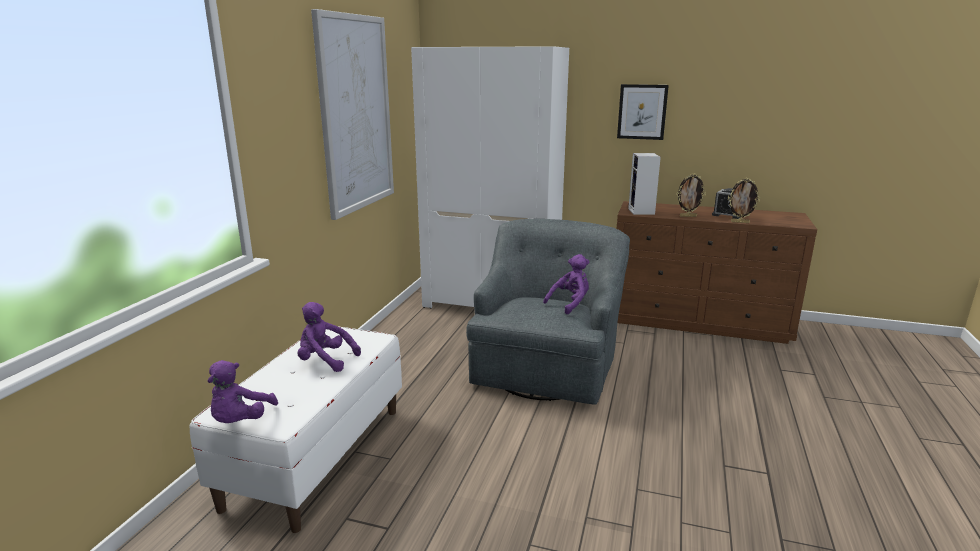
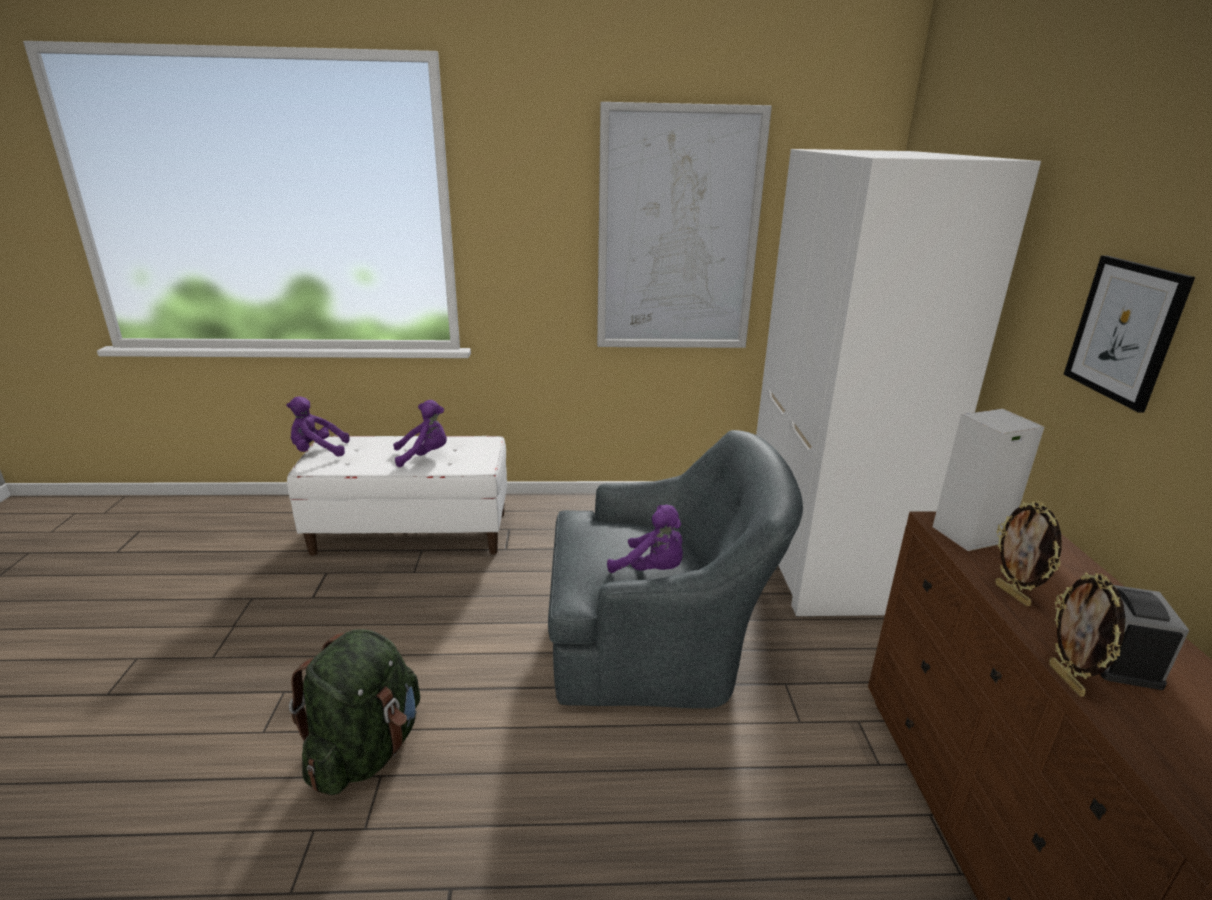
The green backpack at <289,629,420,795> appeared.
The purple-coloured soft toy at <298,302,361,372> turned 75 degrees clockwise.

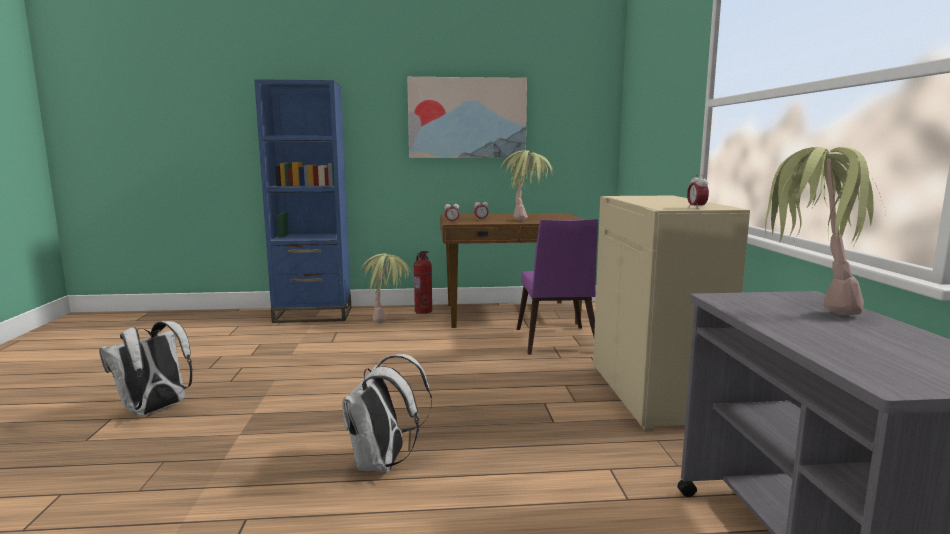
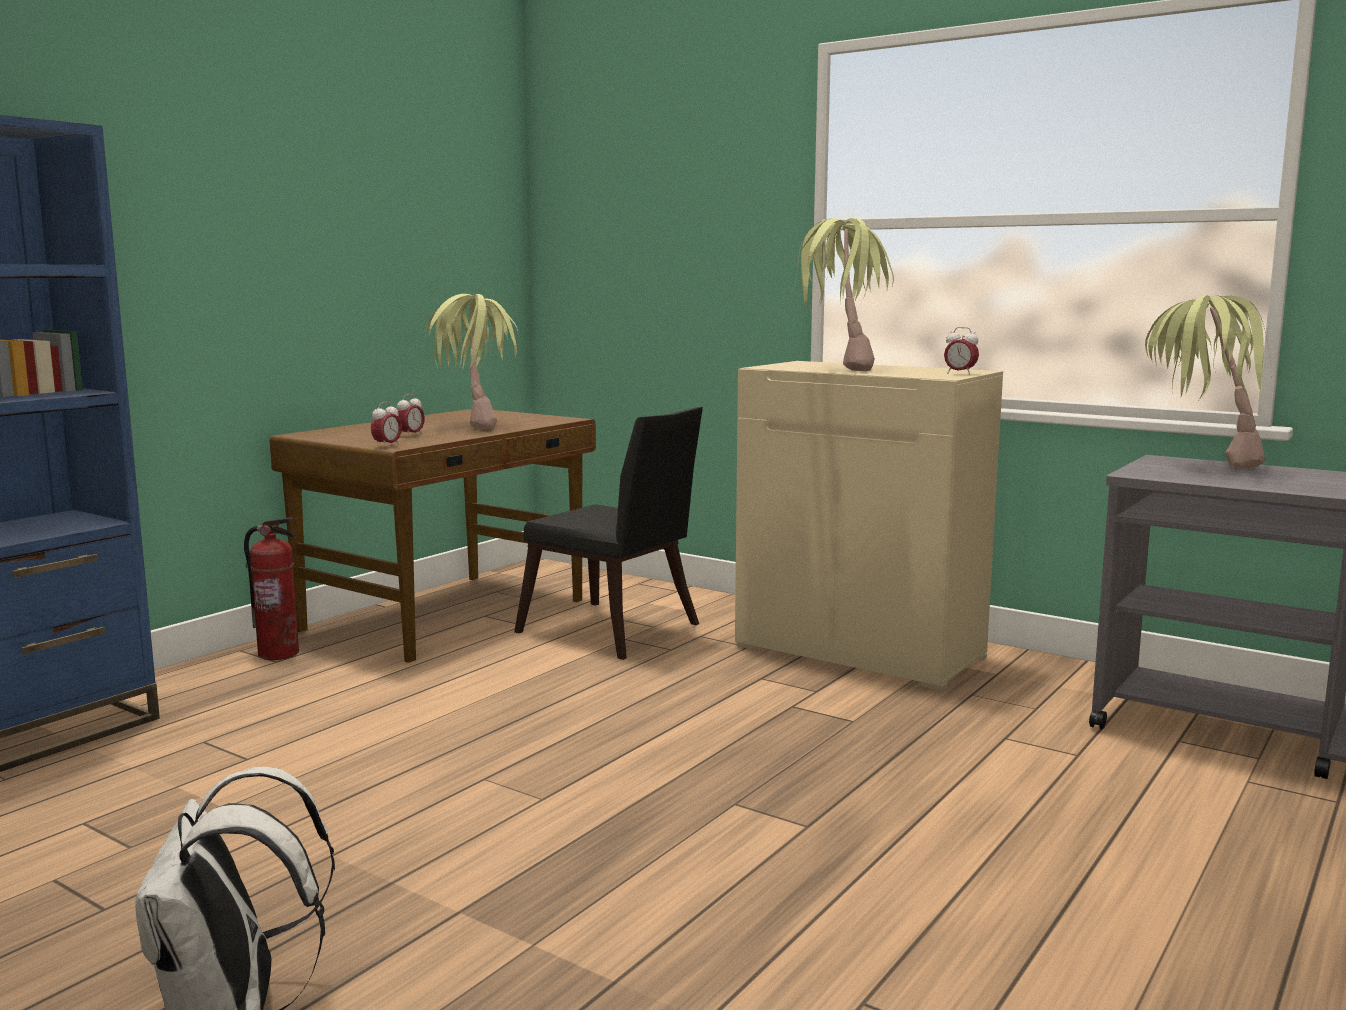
The purple-coloured chair at <517,219,598,355> became the black chair at <514,407,703,660>.
The potted plant moved from <360,253,411,324> to <795,218,894,371>.
The whitish backpack at <342,354,432,473> disappeared.
The wall picture at <407,77,527,158> disappeared.

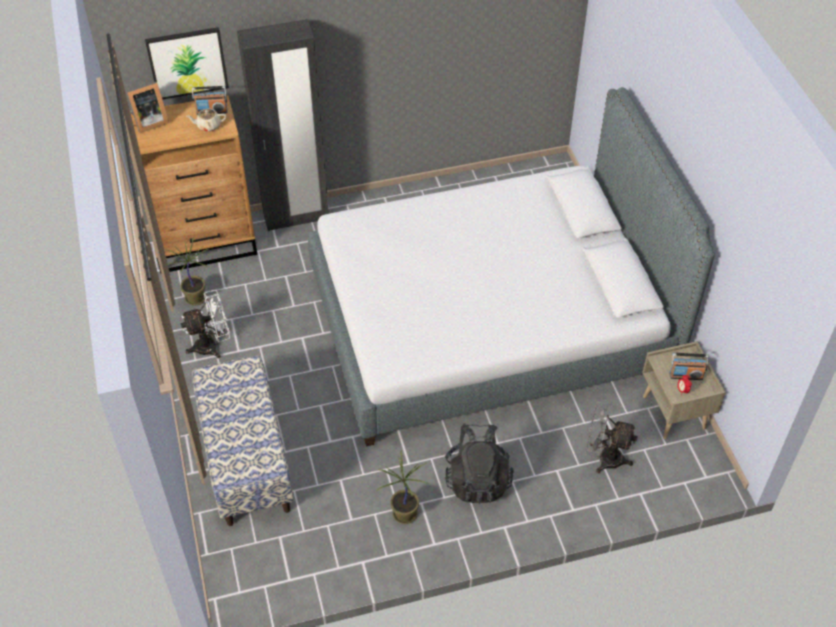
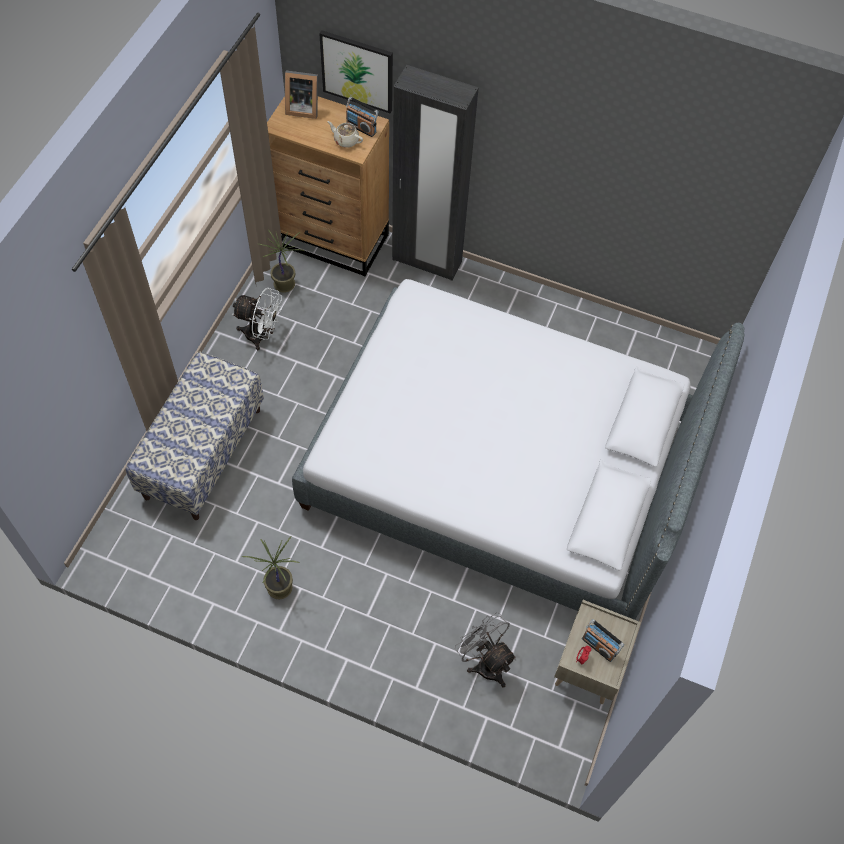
The black backpack at <445,423,514,504> disappeared.

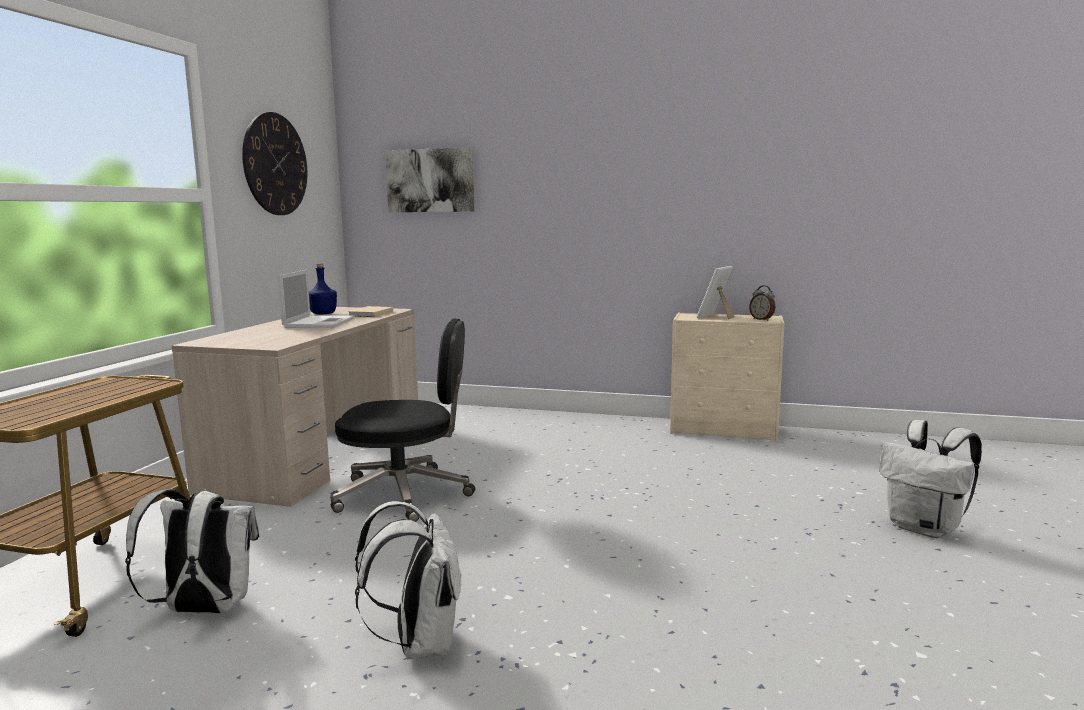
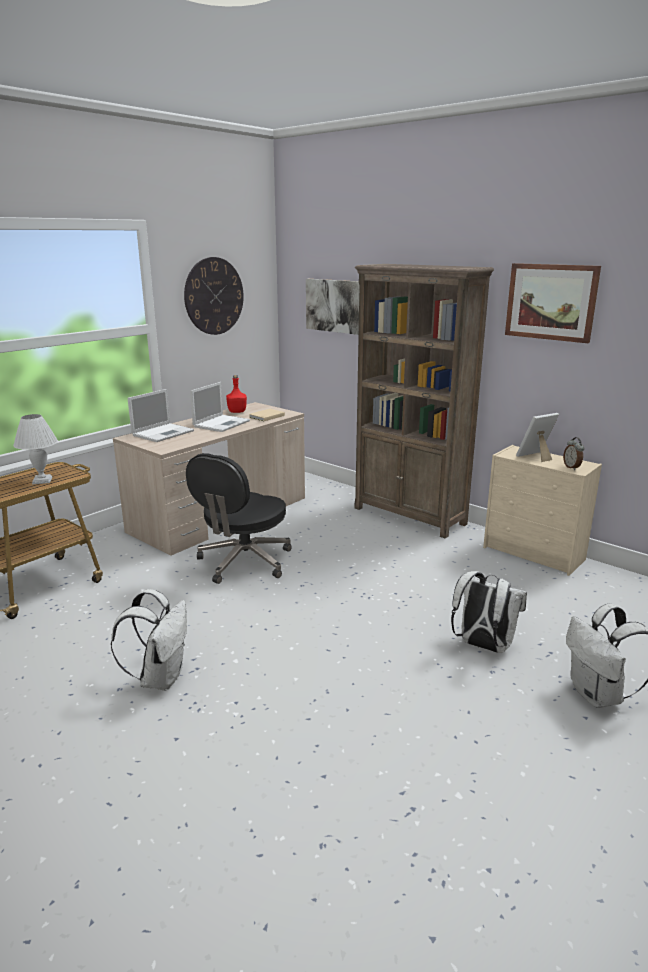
The whitish lamp for a table at <13,414,58,484> appeared.
The notebook computer at <128,389,194,442> appeared.
The black office chair at <330,318,475,522> turned 90 degrees clockwise.
The blue bottle at <309,264,337,315> became the reddish bottle at <226,375,247,413>.
The brown shelving unit at <355,264,494,538> appeared.
The whitish backpack moved from <125,489,259,614> to <451,571,527,653>.
The wall picture at <505,263,601,343> appeared.

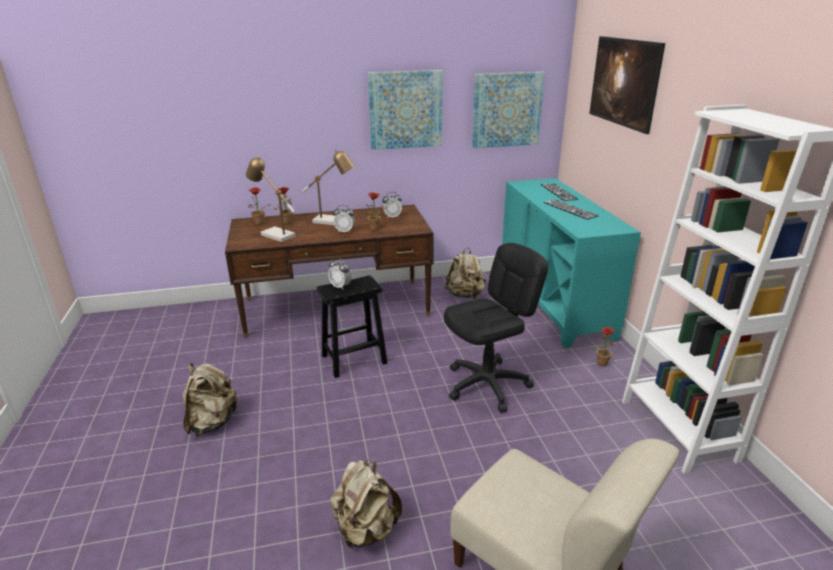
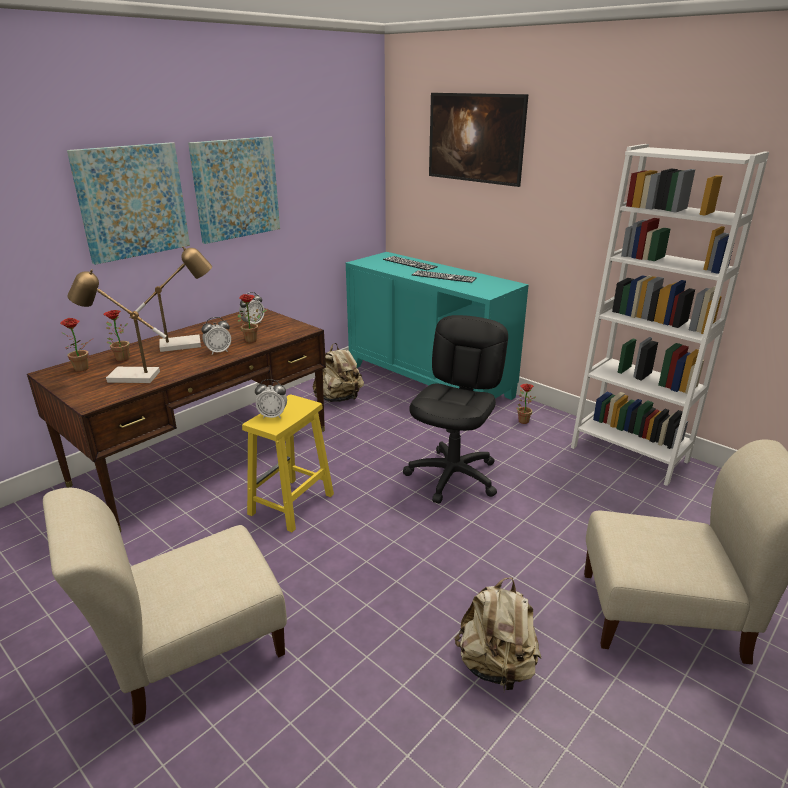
The beige backpack at <183,363,239,436> was replaced by the beige chair at <43,488,287,725>.
The wall picture moved from <472,72,545,148> to <67,142,190,265>.
The black sitting stool at <317,275,387,378> became the yellow sitting stool at <242,394,334,532>.

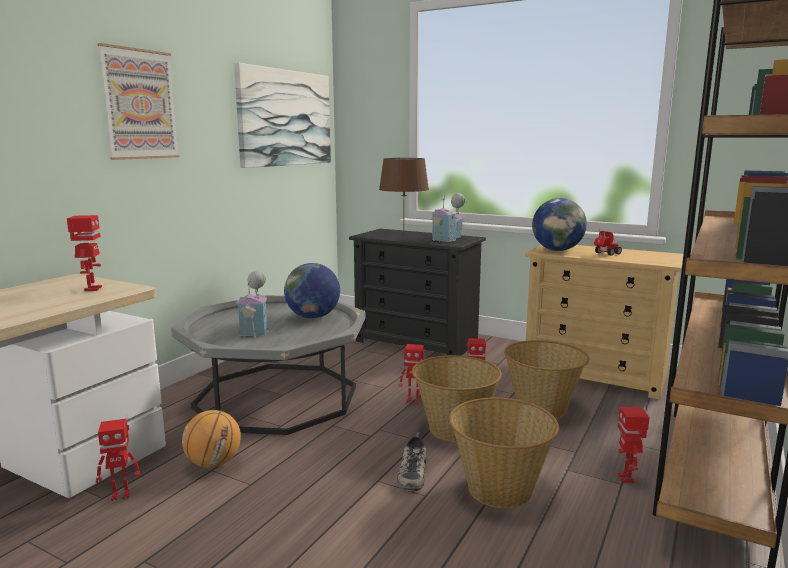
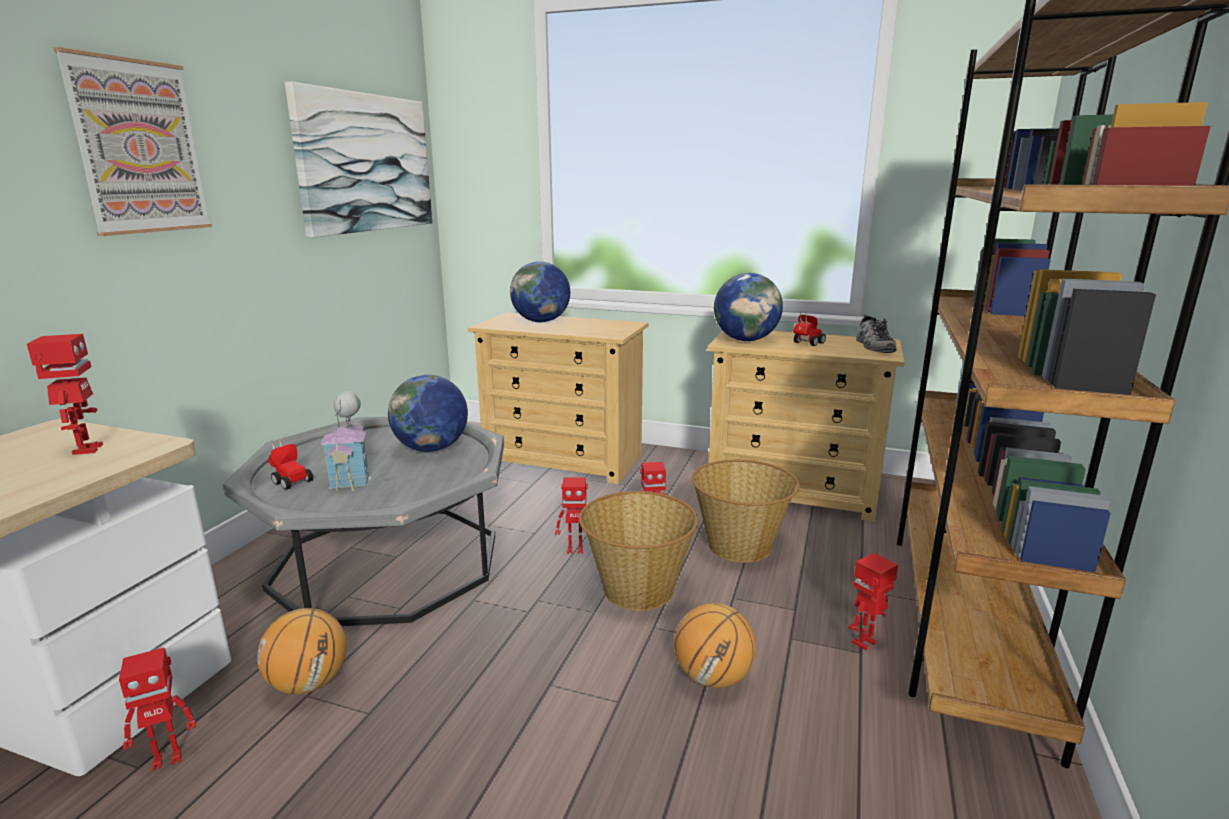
The toy car at <268,438,313,490> appeared.
The black dresser at <349,229,486,356> became the beige dresser at <468,313,649,484>.
The brown lamp for a table at <379,158,429,235> was replaced by the world globe at <510,261,570,322>.
The storage basket at <449,398,559,508> was replaced by the ball for basketball at <674,603,756,688>.
The model robot at <617,407,650,483> turned 60 degrees clockwise.
The shoe moved from <397,432,426,492> to <856,314,897,353>.
The miniature house at <431,193,466,242> disappeared.

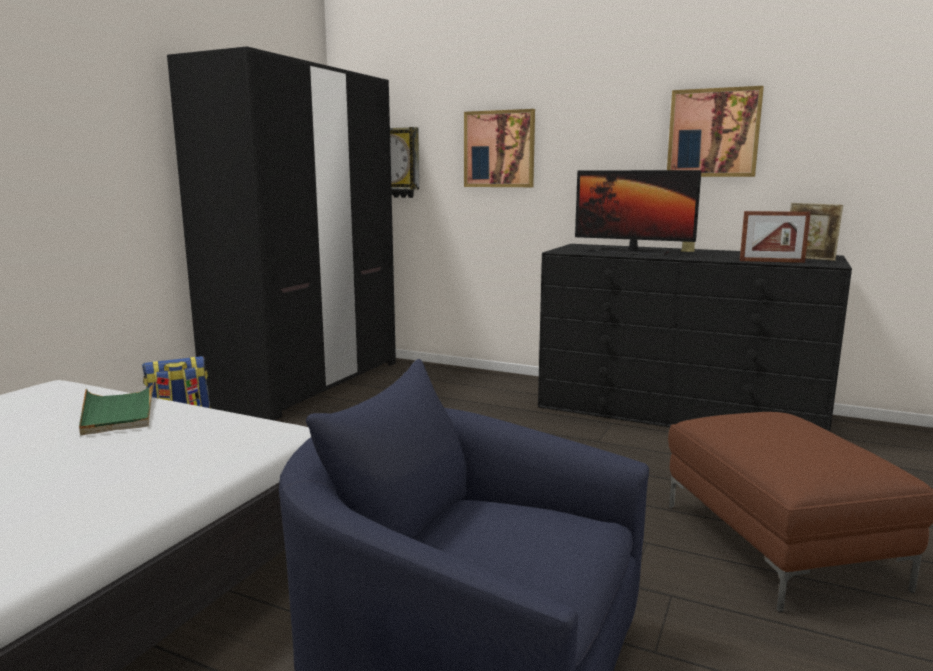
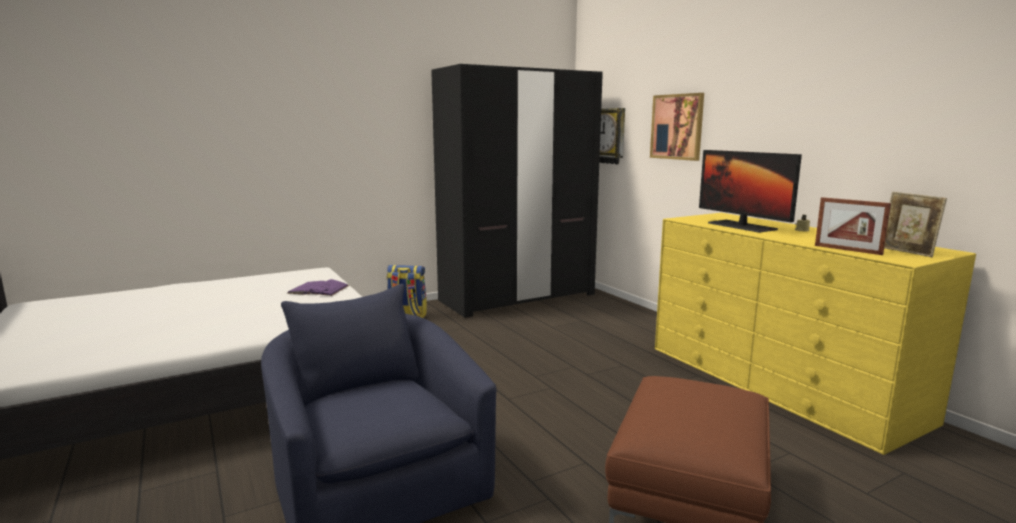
The green carrying tray at <79,381,154,435> was replaced by the purple-coloured book at <287,279,349,296>.
The black dresser at <538,244,852,432> became the yellow dresser at <655,213,976,455>.
The wall picture at <667,86,764,177> disappeared.

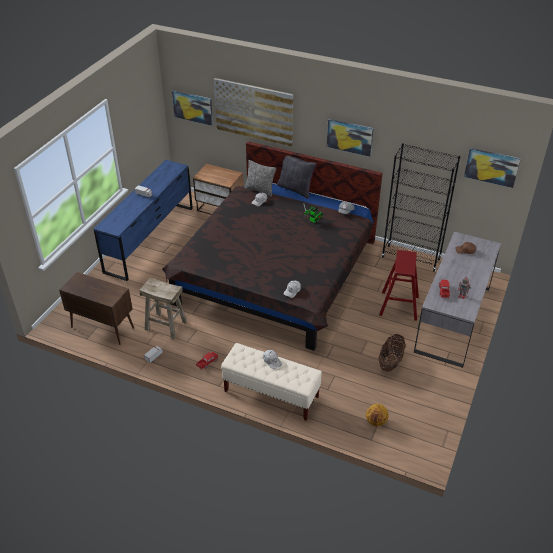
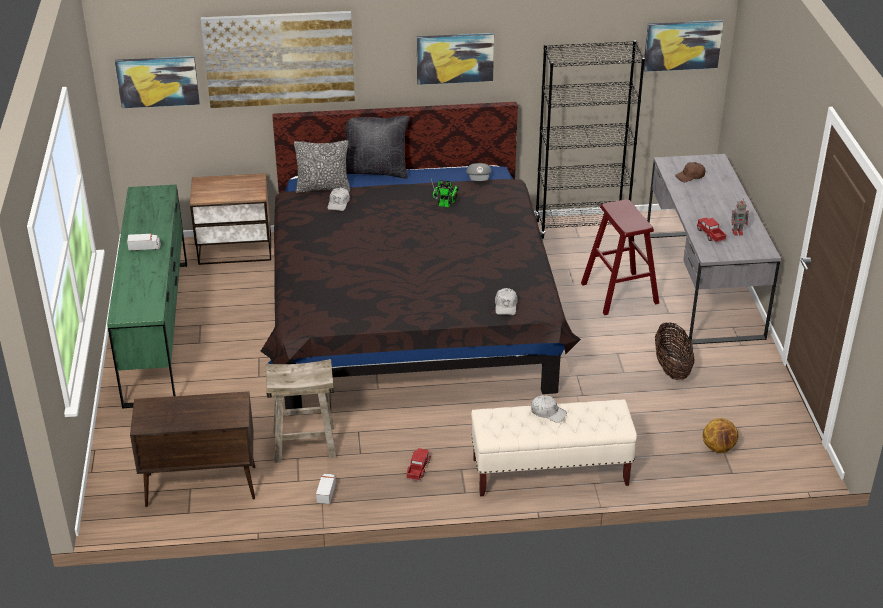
The blue dresser at <94,160,193,281> became the green dresser at <107,184,187,409>.

